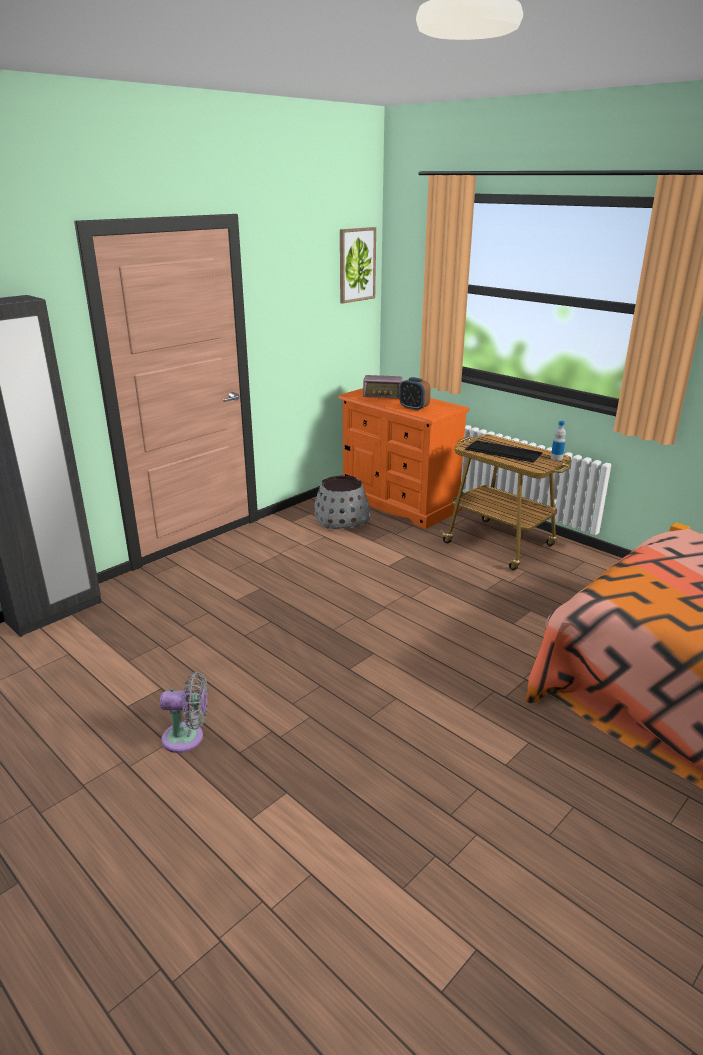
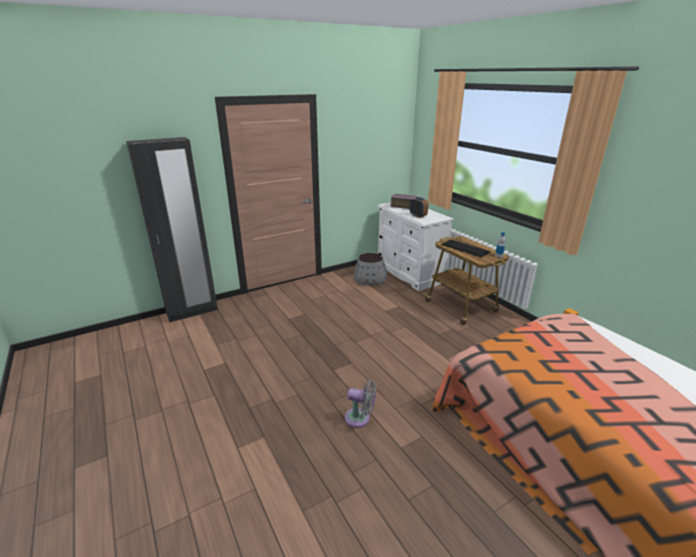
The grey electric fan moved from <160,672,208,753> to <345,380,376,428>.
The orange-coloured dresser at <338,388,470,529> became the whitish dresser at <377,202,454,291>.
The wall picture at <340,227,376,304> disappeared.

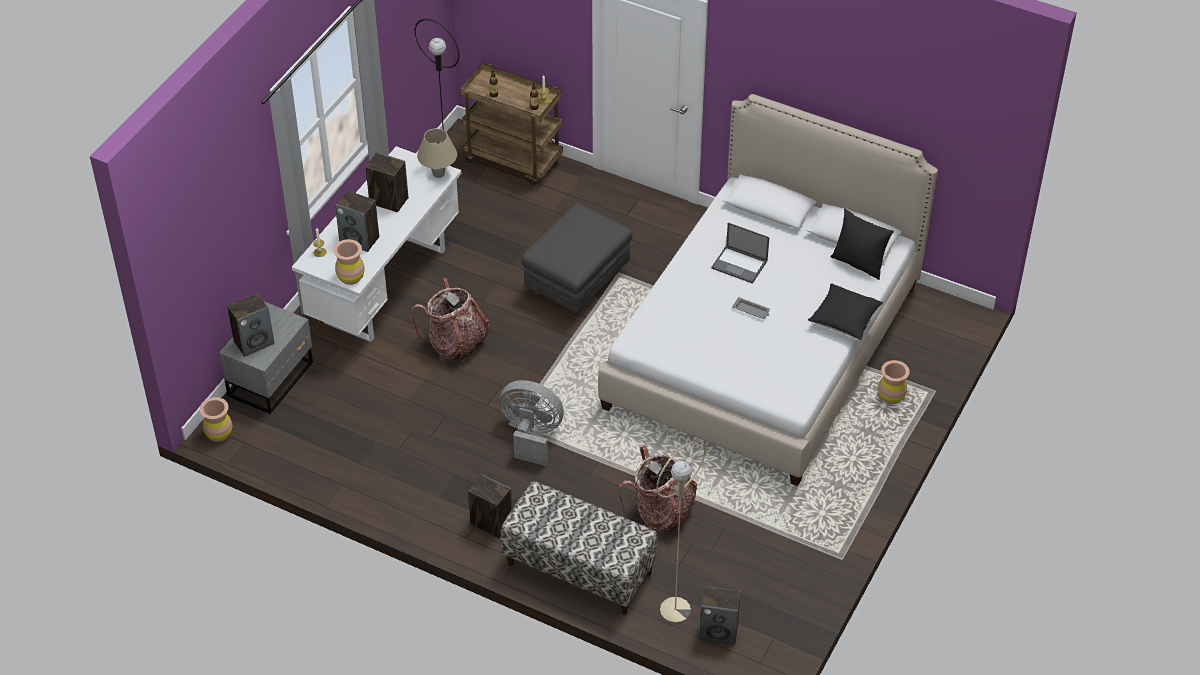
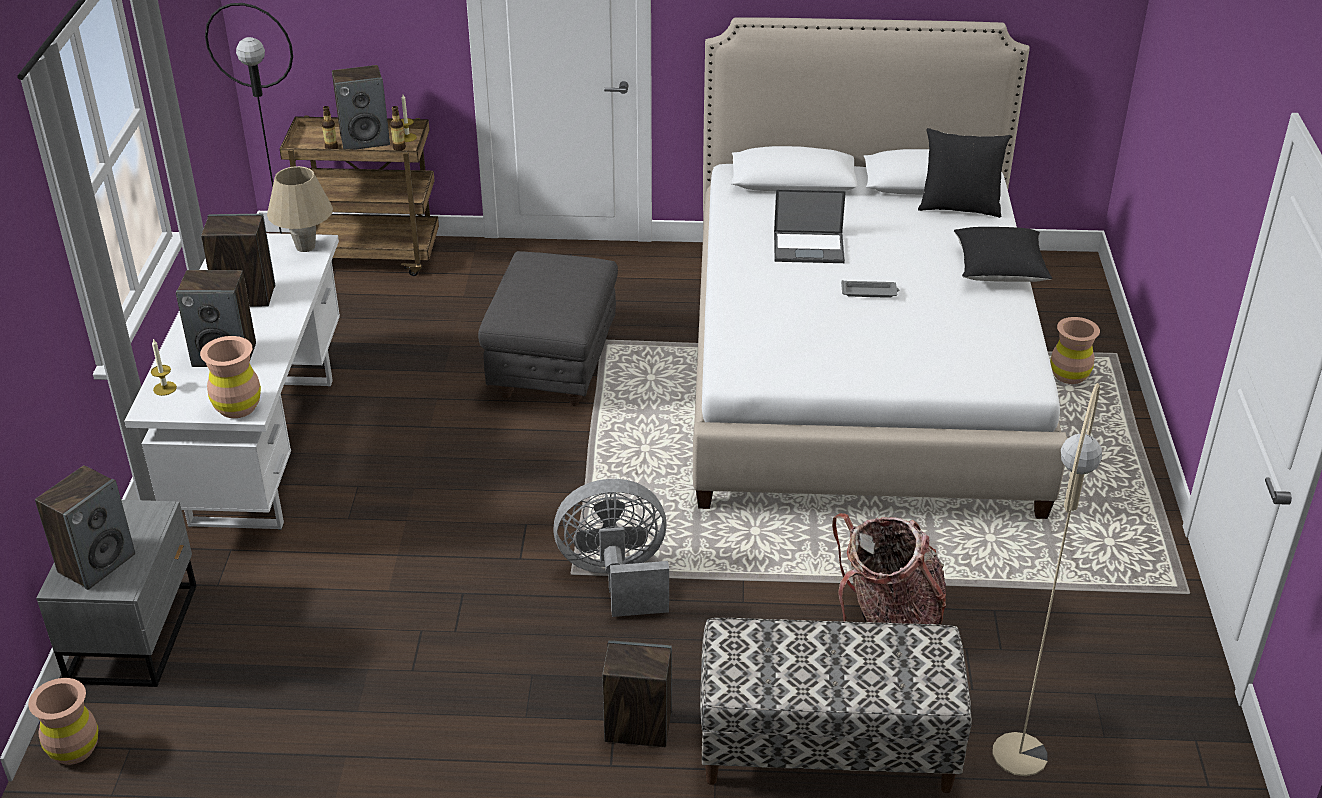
The speaker moved from <699,586,741,645> to <332,65,390,149>.
The backpack at <411,277,489,362> disappeared.

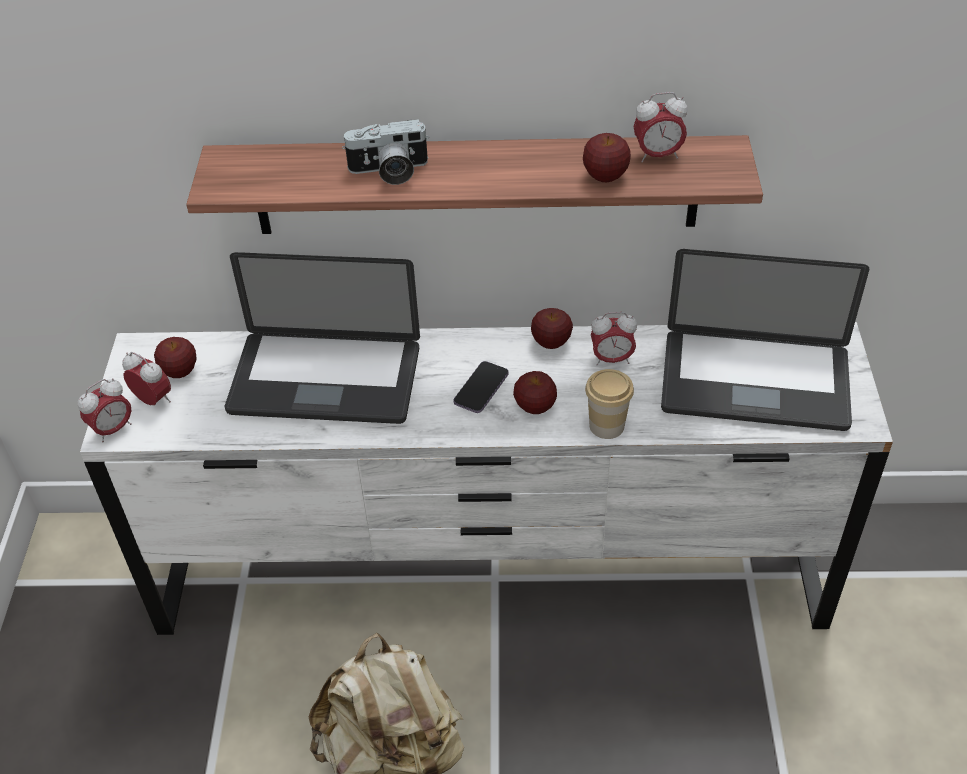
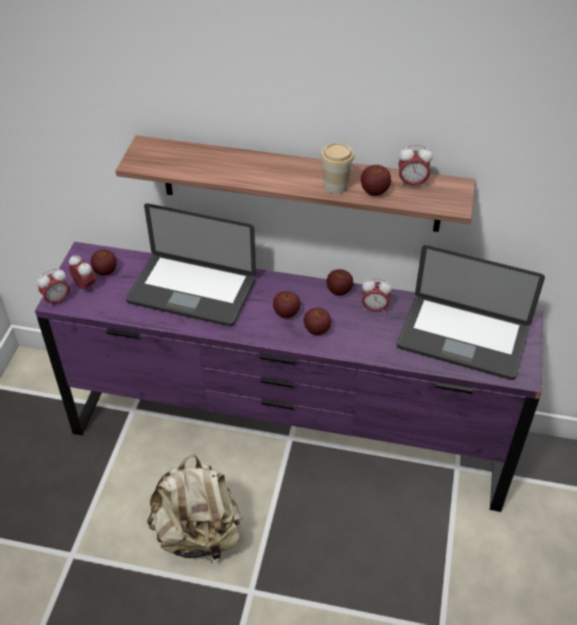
The whitish dresser at <80,322,893,635> became the purple-coloured dresser at <35,242,543,512>.
The telephone at <454,361,508,413> was replaced by the apple at <273,291,301,318>.
The small cup moved from <585,369,634,439> to <321,143,354,194>.
The still camera at <342,119,429,185> disappeared.

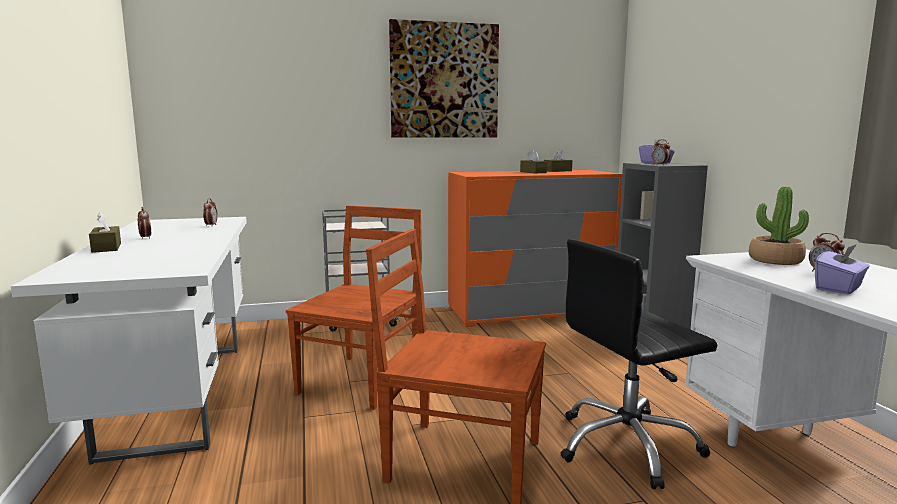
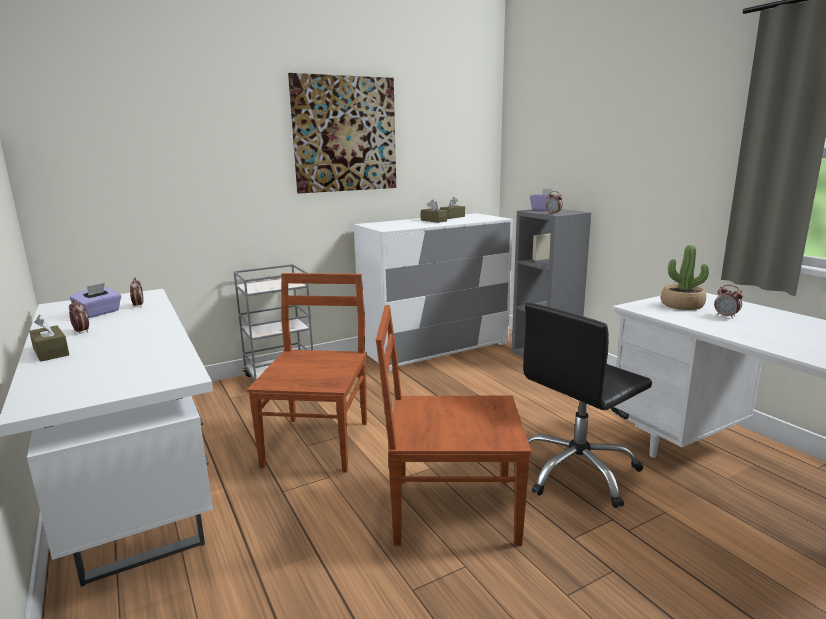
The purple-coloured box of tissues moved from <815,244,869,294> to <70,283,121,318>.
The orange-coloured dresser at <448,170,622,327> became the whitish dresser at <354,213,513,371>.

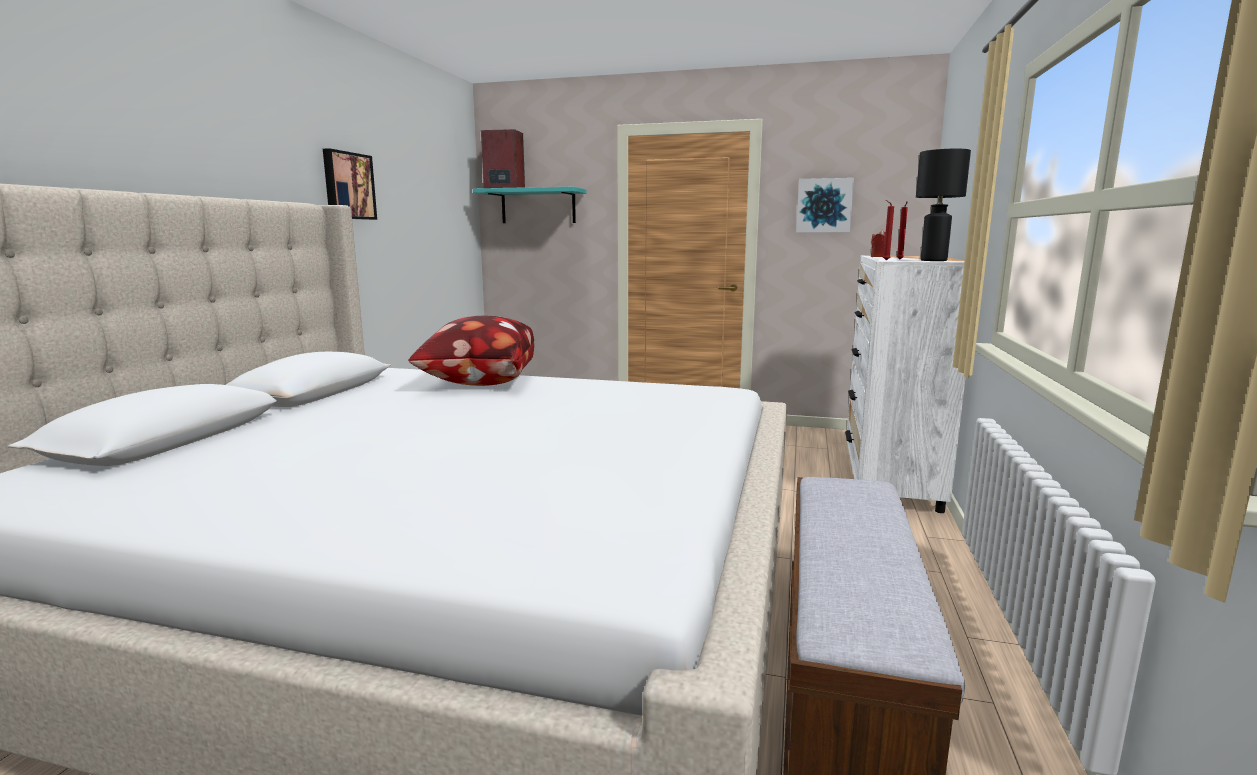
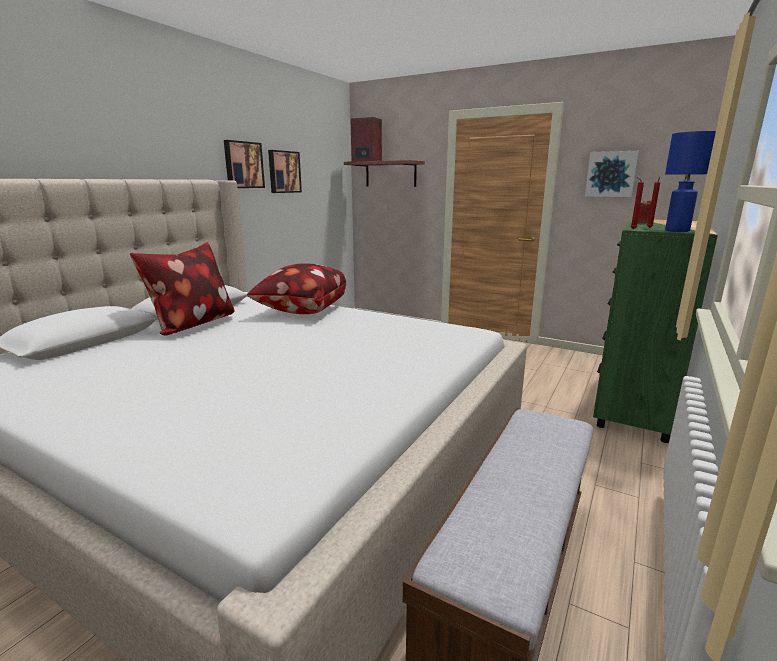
The cushion at <130,242,234,336> appeared.
The wall picture at <268,150,302,193> appeared.
The turquoise-coloured bracket shelf at <473,187,587,223> became the brown bracket shelf at <344,160,425,187>.
The whitish dresser at <845,256,965,513> became the green dresser at <593,219,718,443>.
The black lamp for a table at <916,149,971,261> became the blue lamp for a table at <665,131,716,232>.

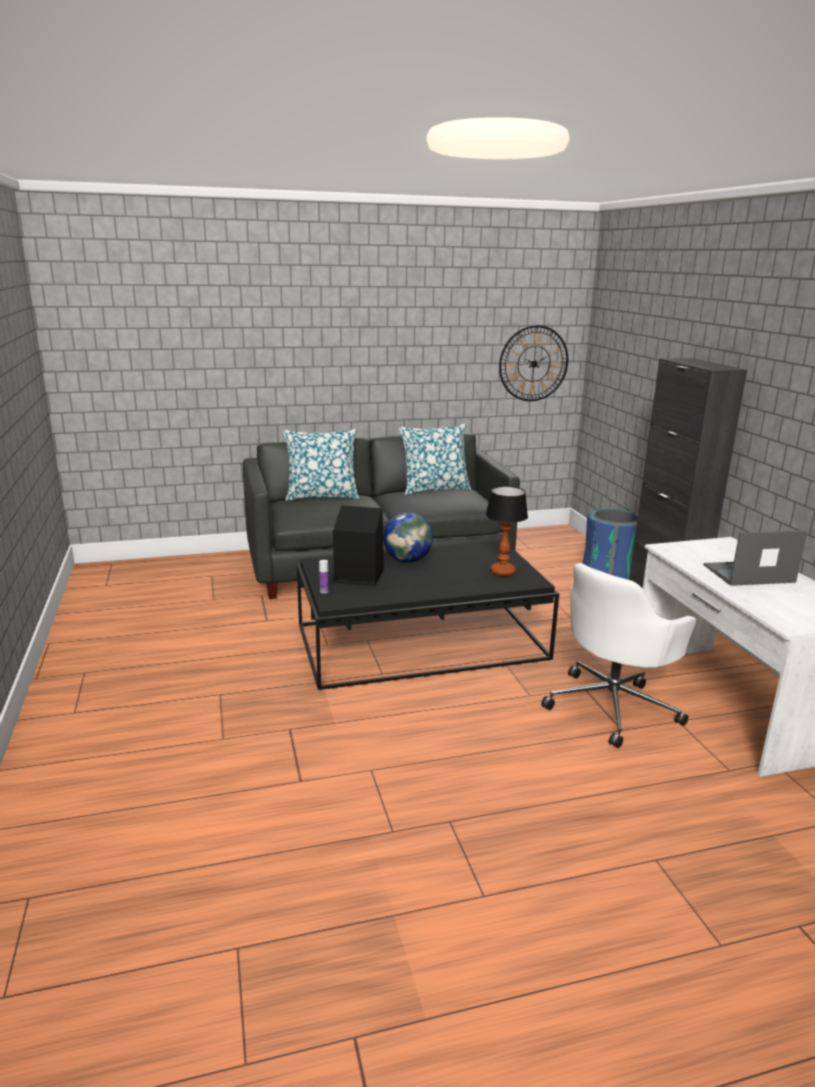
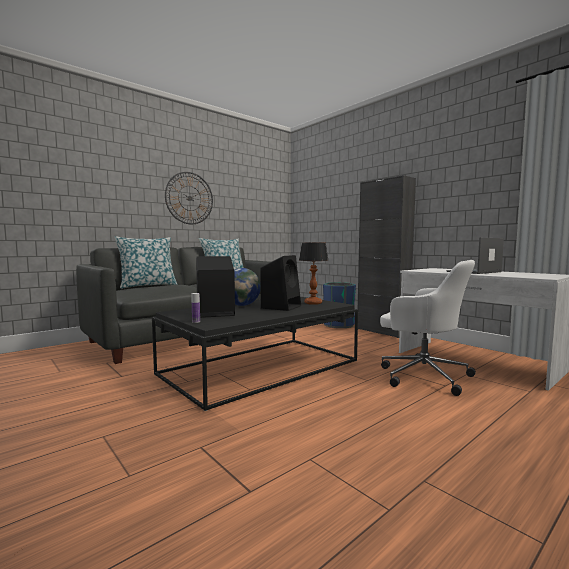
The wall clock moved from <499,325,568,401> to <165,172,213,224>.
The black speaker at <260,255,301,311> appeared.
The whitish office chair at <541,563,697,748> turned 75 degrees counterclockwise.

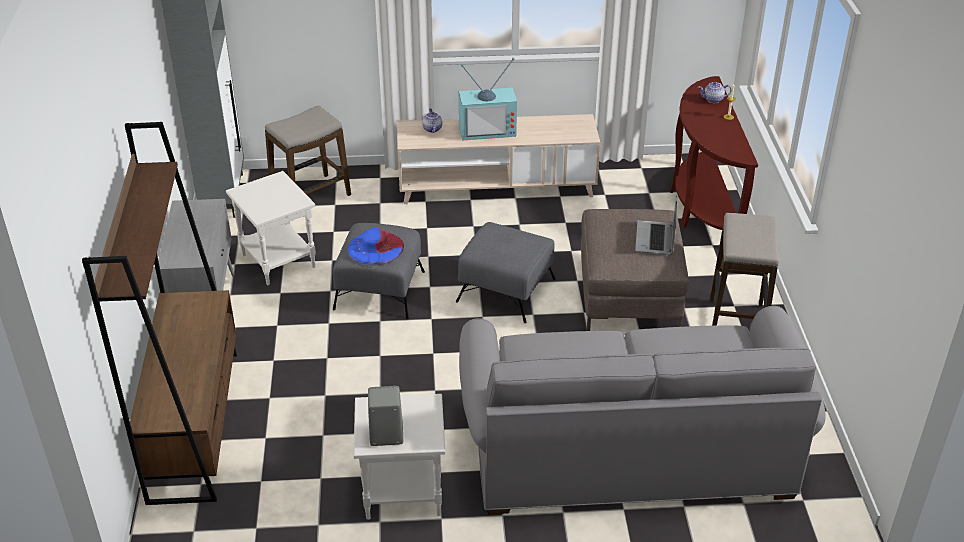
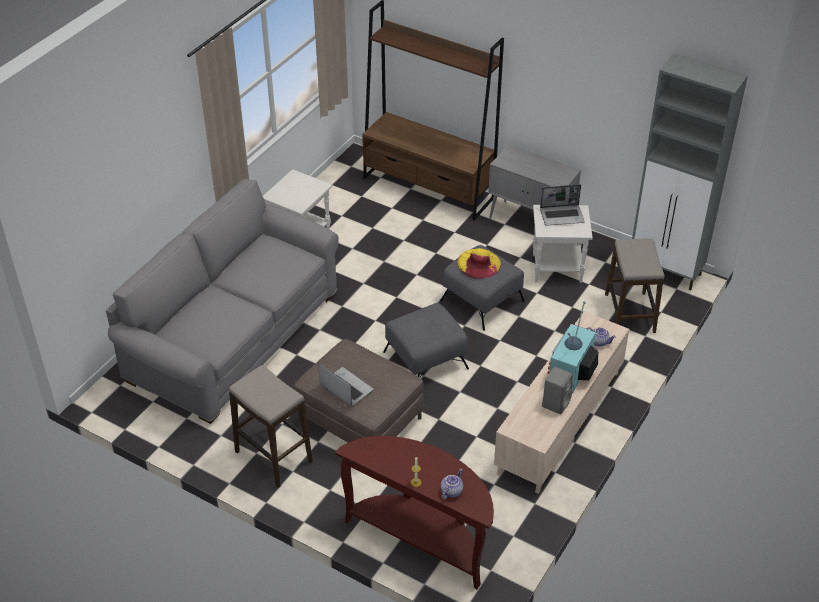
The blue clothing hat at <348,228,404,266> became the yellow clothing hat at <457,248,501,279>.
The notebook computer at <540,184,585,226> appeared.
The grey speaker moved from <368,386,403,446> to <542,367,573,414>.

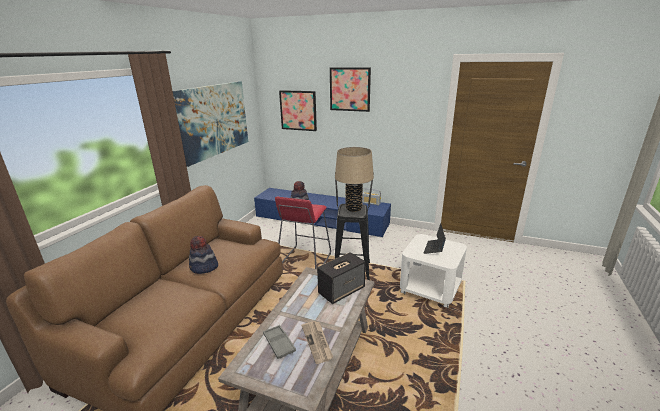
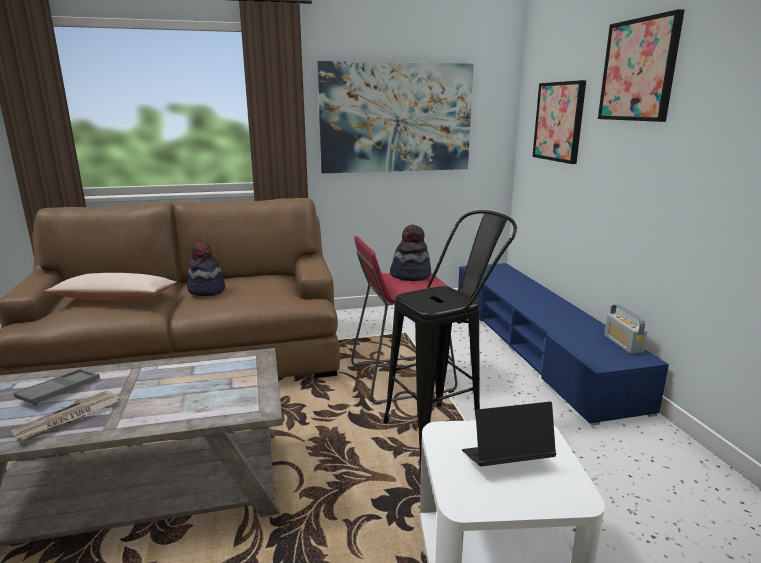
The beige cushion at <45,273,177,300> appeared.
The speaker at <317,252,366,304> disappeared.
The beige lamp for a table at <335,147,374,212> disappeared.

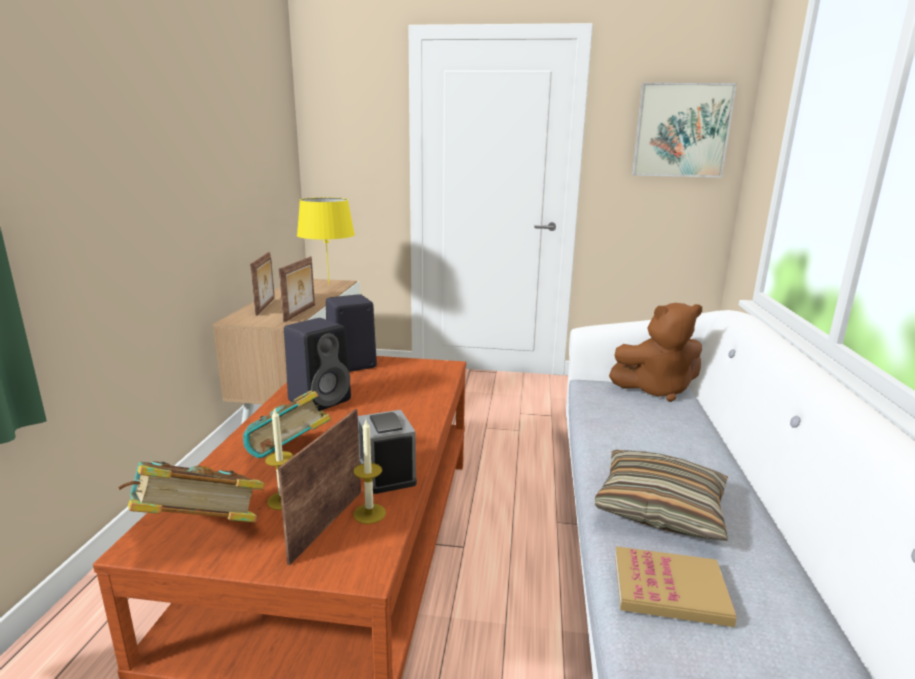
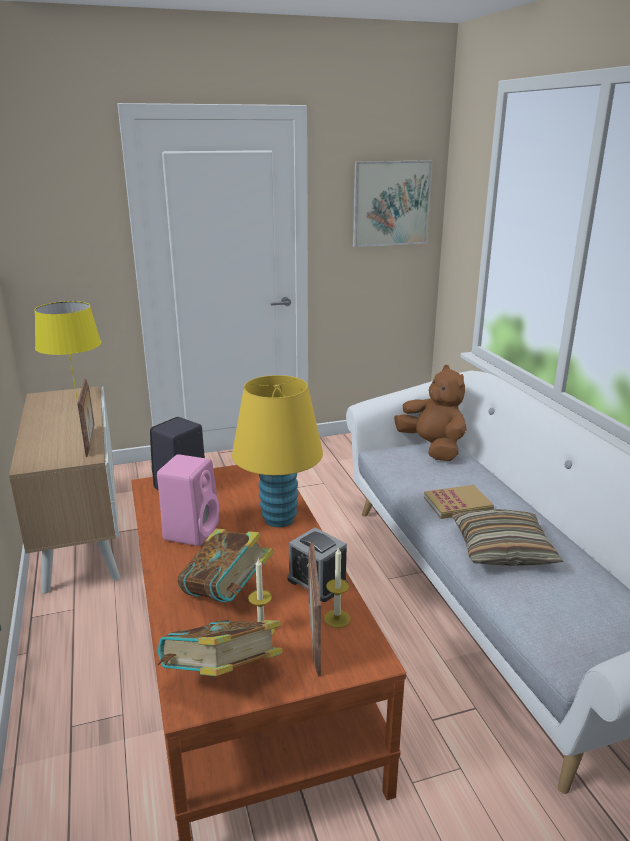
The black speaker at <284,318,351,411> became the pink speaker at <157,454,219,546>.
The yellow lamp for a table at <232,375,323,527> appeared.
The brown soft toy at <609,303,702,402> turned 90 degrees counterclockwise.
The book moved from <615,546,737,627> to <424,485,494,519>.
The standing frame at <250,252,275,316> disappeared.

